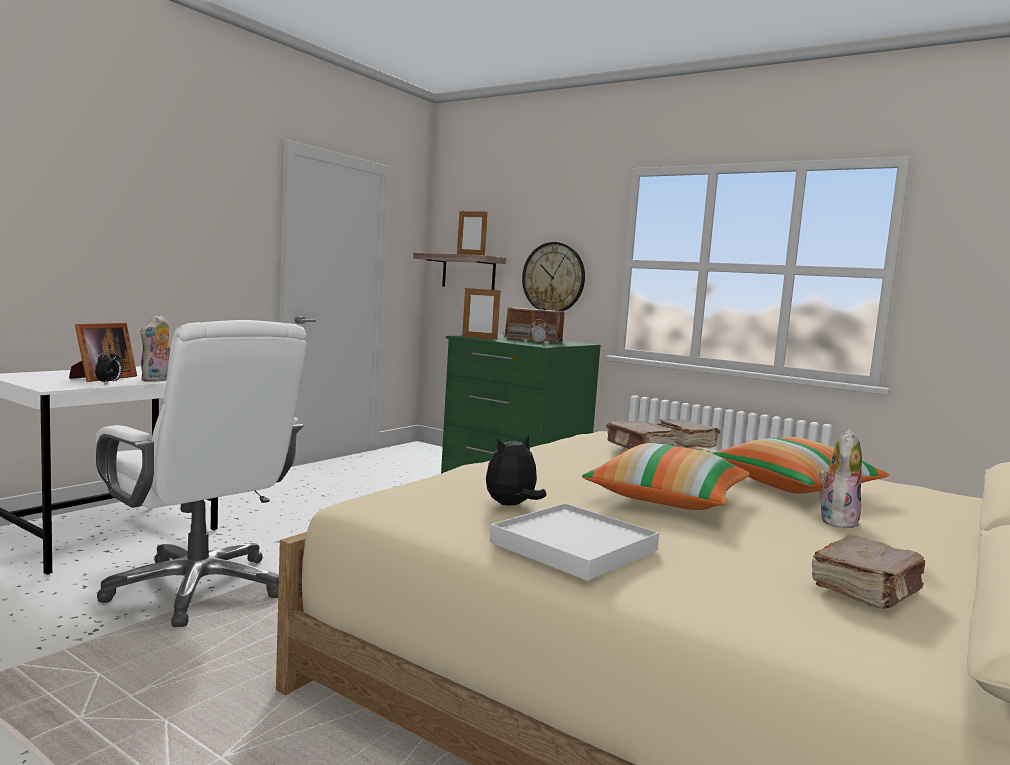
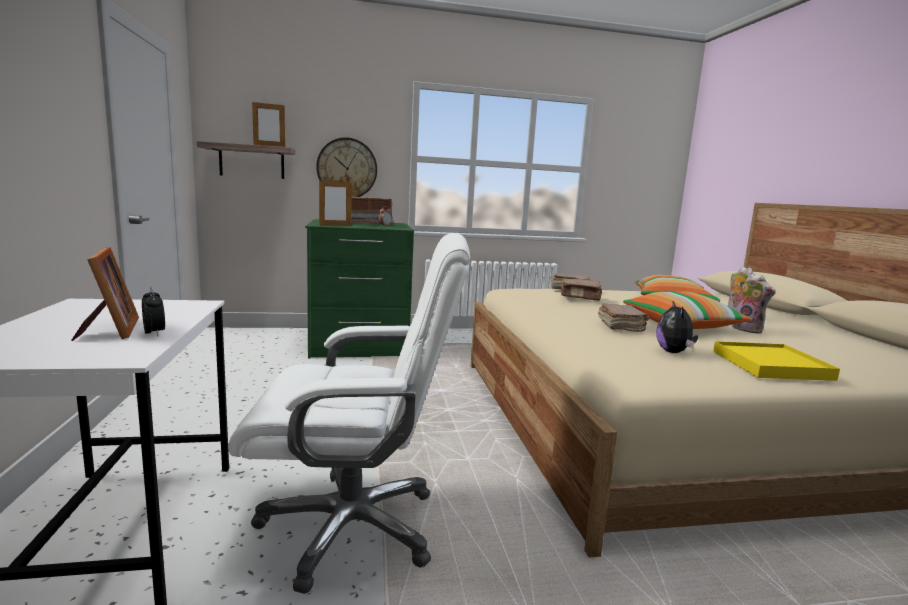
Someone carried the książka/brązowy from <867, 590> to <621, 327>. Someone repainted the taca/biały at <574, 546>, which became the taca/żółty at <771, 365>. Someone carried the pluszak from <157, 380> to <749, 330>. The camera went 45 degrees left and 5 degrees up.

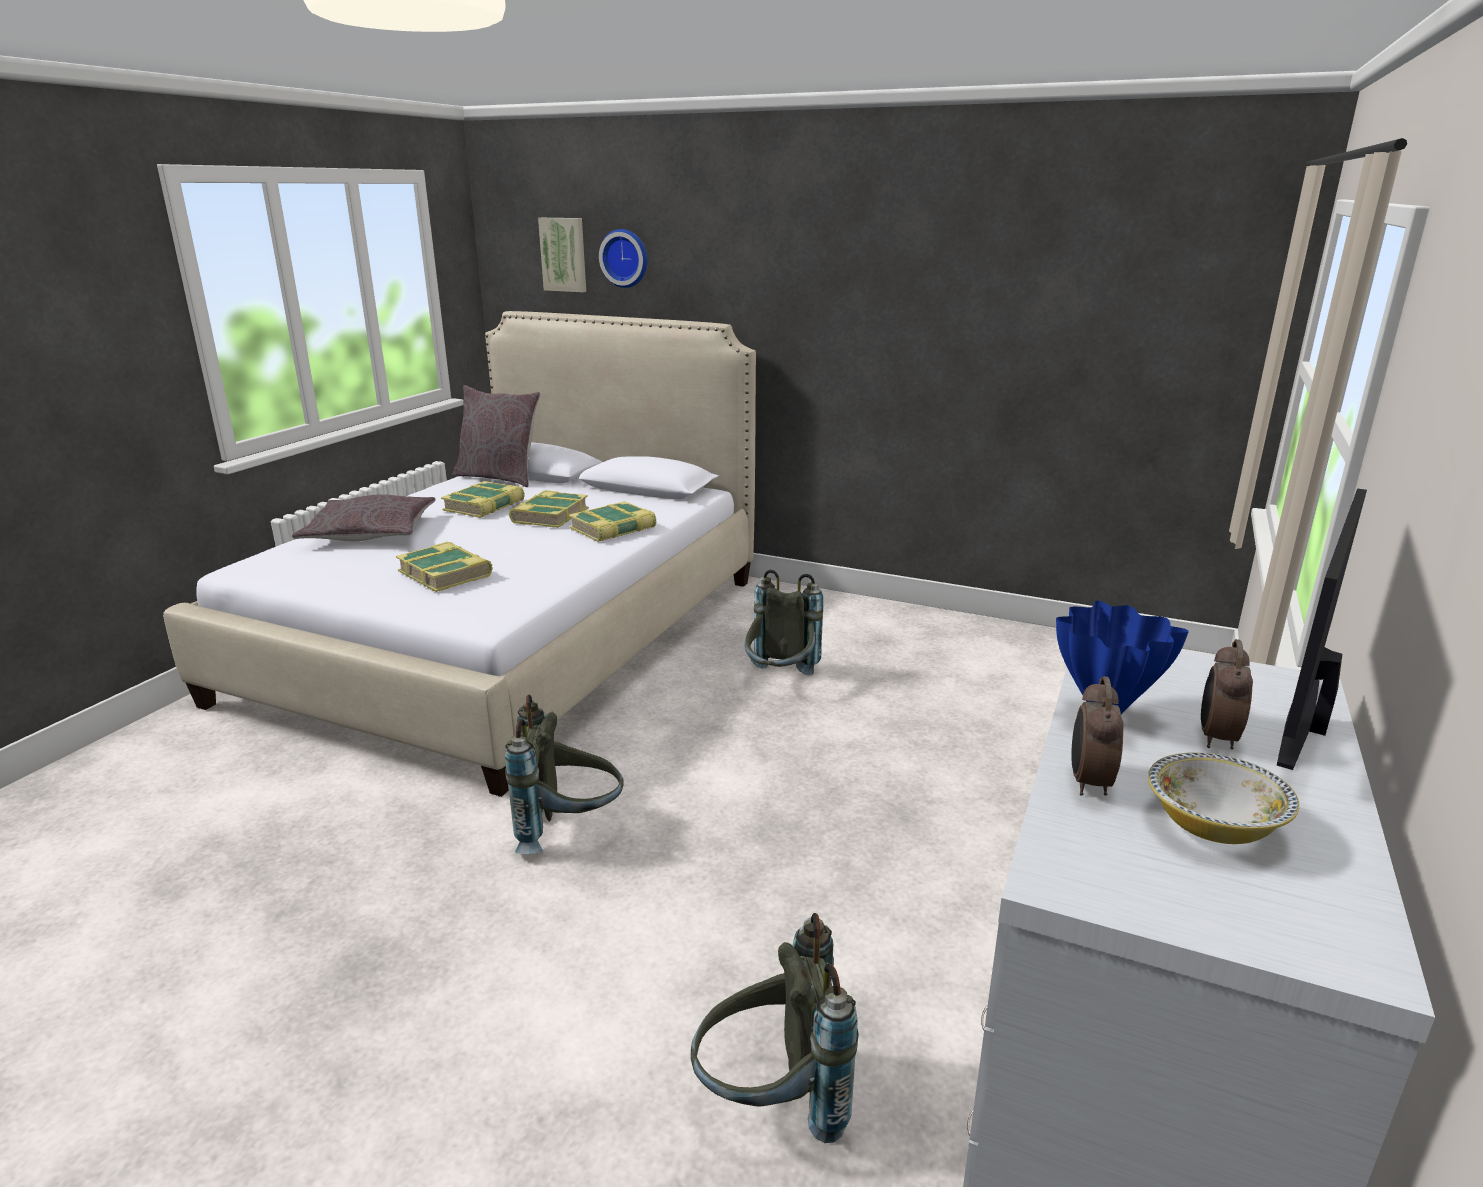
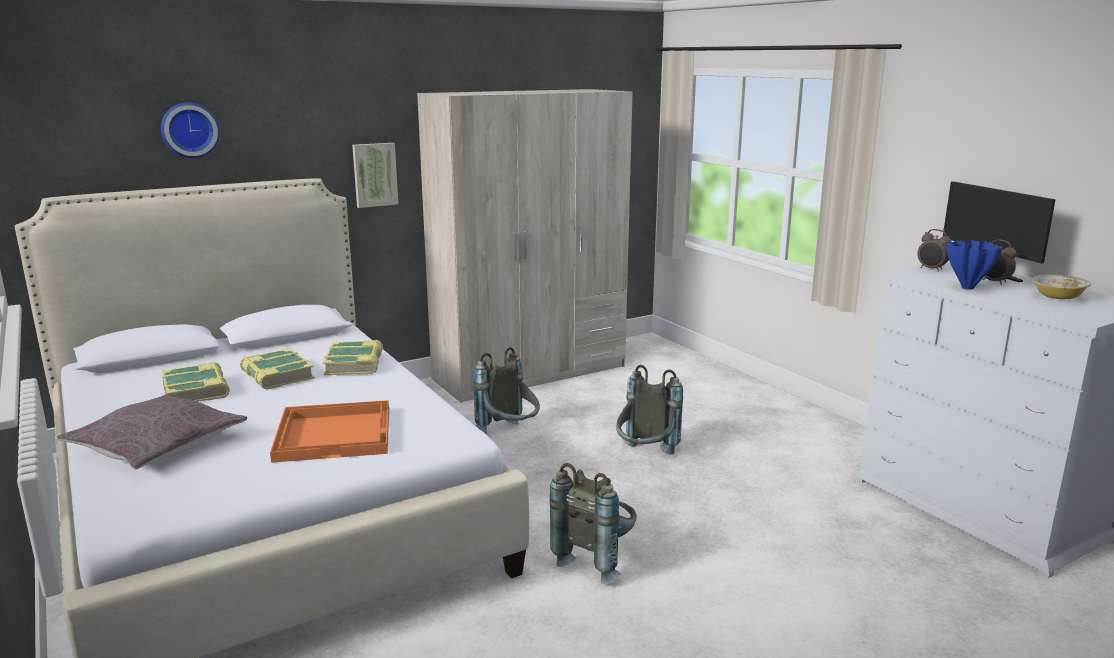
Someone swapped the książka at <446, 574> for the taca/pomarańczowy at <335, 433>. Someone carried the obraz from <564, 254> to <374, 174>. Someone put down the szafa/beżowy at <531, 372>. Someone carried the plecak/szary from <772, 1102> to <645, 457>. Someone carried the budzik from <1088, 783> to <931, 269>. Someone took away the poduszka/szary at <499, 478>. The camera went 55 degrees left and 5 degrees down.

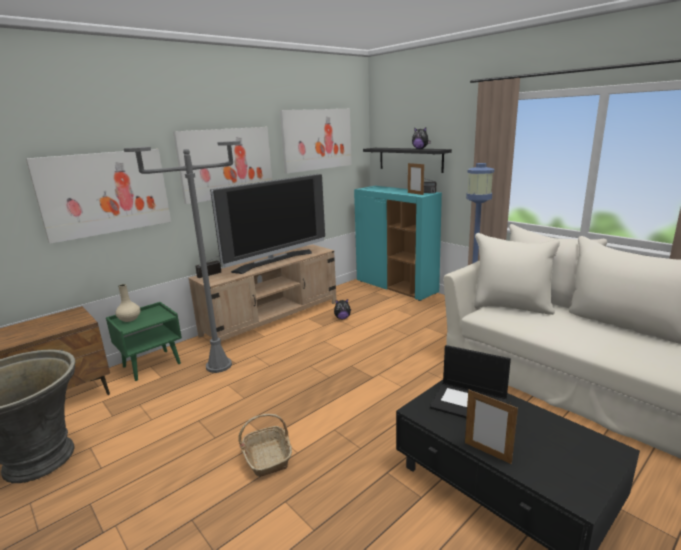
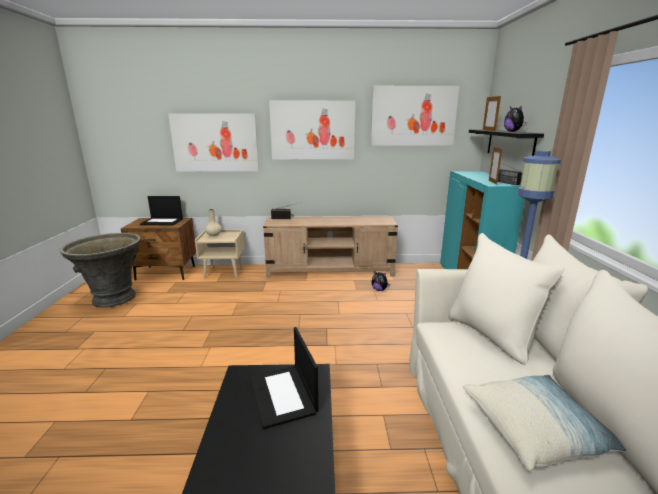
Someone put down the laptop at <162, 221>. Someone repainted the szafka nocna/zielony at <152, 365>, which became the szafka nocna/beżowy at <224, 272>. Someone put down the poduszka at <534, 430>. Someone carried the ramka na zdjęcie from <487, 453> to <489, 130>. Someone took away the lampa stojąca/szary at <218, 366>. Someone took away the telewizor at <274, 261>. Someone took away the koszyk at <267, 457>. The camera went 40 degrees right and 0 degrees up.

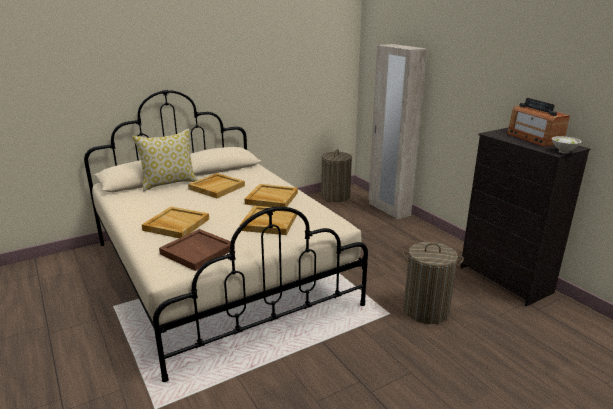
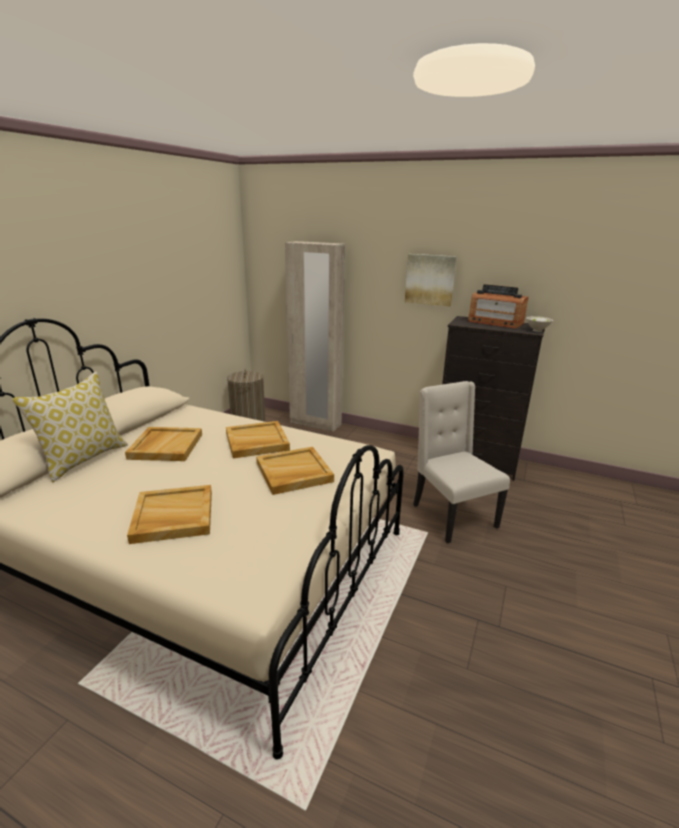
Someone put up the obraz at <430, 279>. Someone swapped the kosz na pranie at <426, 310> for the krzesło/beżowy at <451, 515>. Someone took away the taca/brązowy at <198, 251>. The camera went 35 degrees left and 0 degrees up.

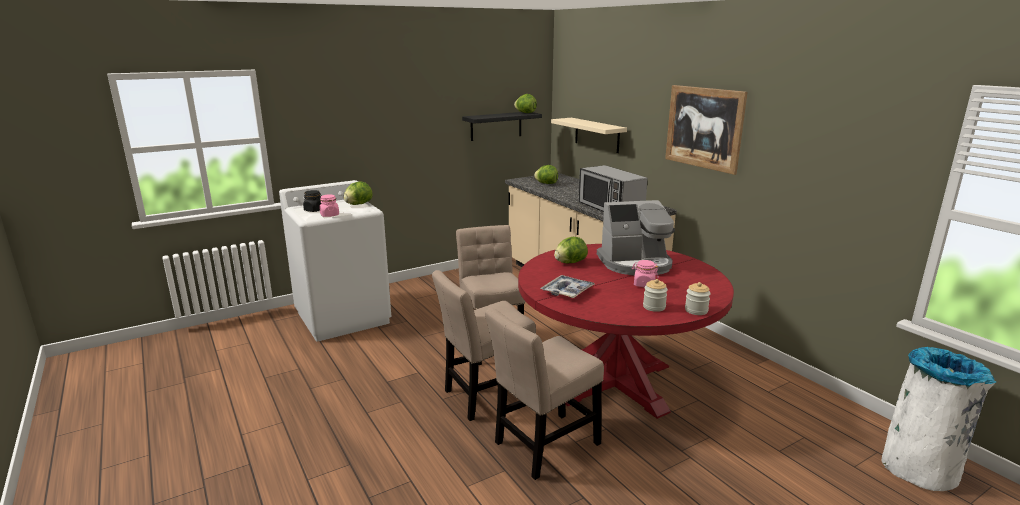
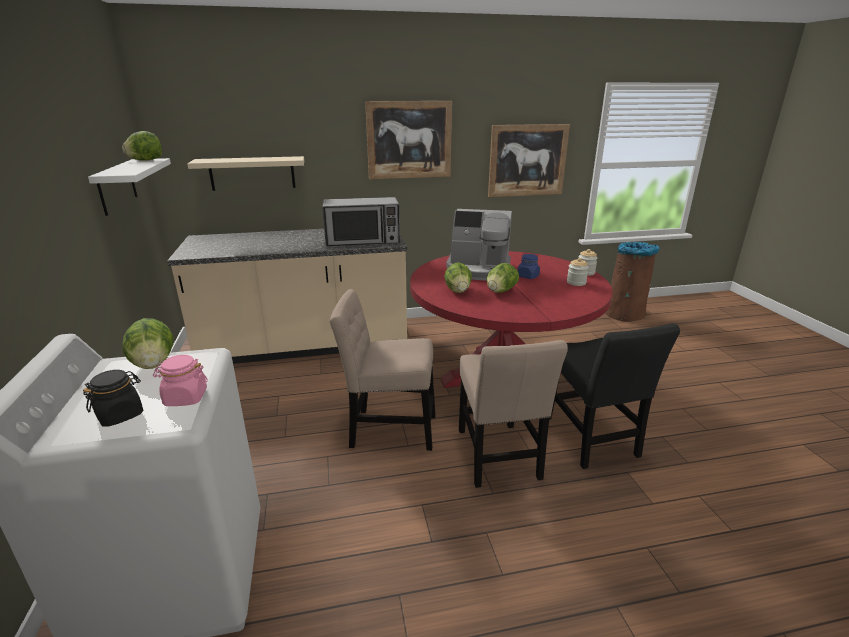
Someone repainted the półka/czarny at <496, 126>, which became the półka/biały at <117, 186>. Someone rotated the ekspres do kawy at <635, 264> by 90 degrees clockwise. Someone carried the sałata from <546, 183> to <500, 291>. Someone put up the obraz at <527, 160>. Someone repainted the słoik/różowy at <644, 284>, which became the słoik/niebieski at <528, 276>. Someone repainted the krzesło/beżowy at <543, 446>, which became the krzesło/czarny at <592, 440>. Someone repainted the kosz na śmieci/biały at <919, 470>, which became the kosz na śmieci/brązowy at <625, 314>. Someone took away the taca at <567, 291>. The camera went 70 degrees left and 5 degrees up.

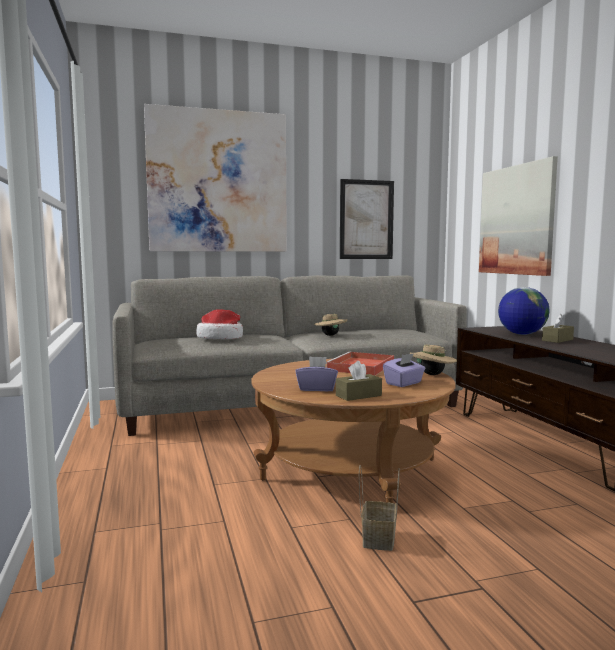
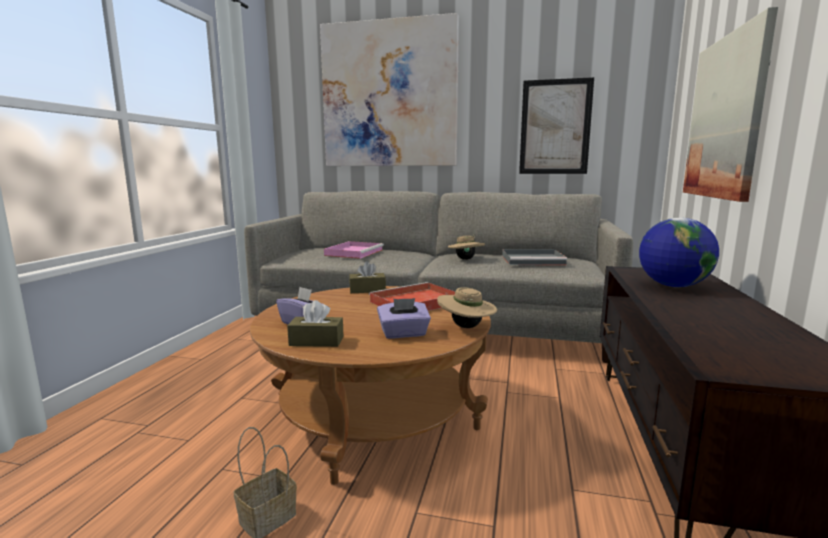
Someone swapped the kapelusz at <221, 338> for the taca/różowy at <354, 252>. Someone carried the pudełko chusteczek/brązowy from <557, 340> to <367, 290>. Someone put down the taca/szary at <534, 260>. The camera went 30 degrees right and 5 degrees up.

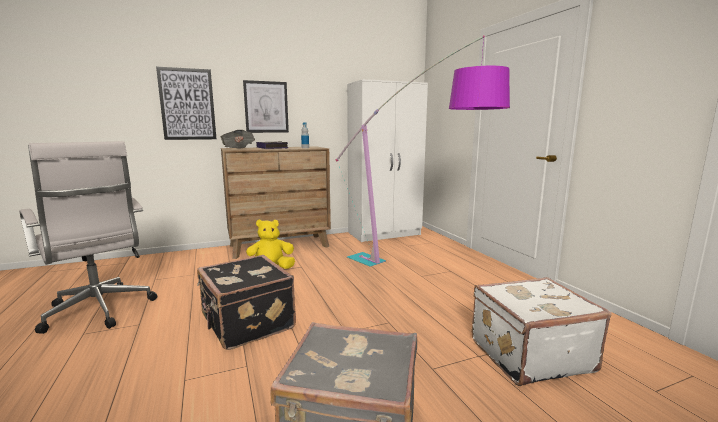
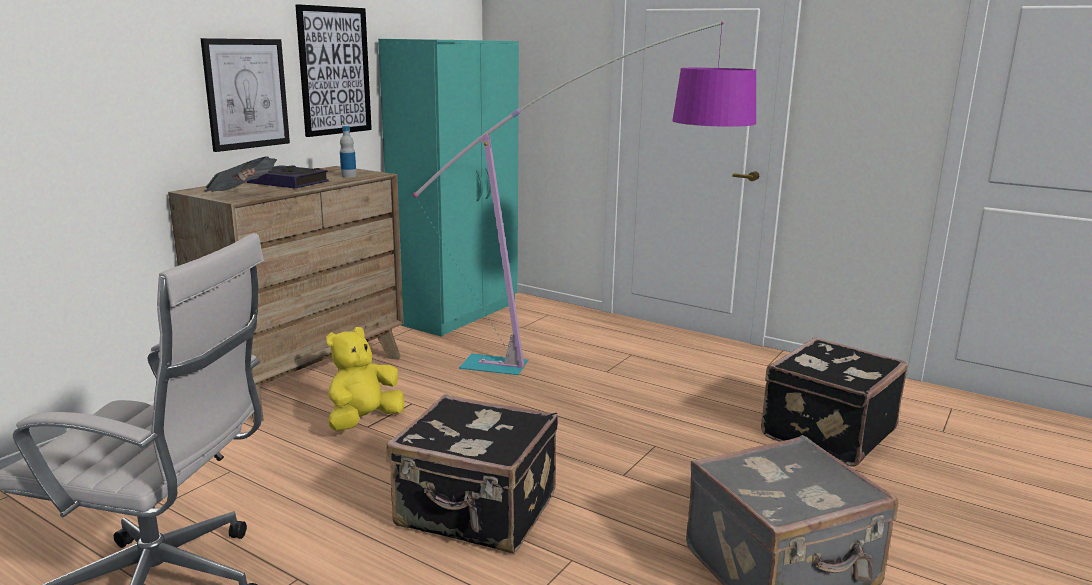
Someone carried the obraz from <187, 104> to <334, 71>. Someone repainted the szafa/biały at <385, 234>, which became the szafa/turkusowy at <458, 313>. Someone repainted the walizka/biały at <528, 354>, which became the walizka/czarny at <825, 433>. The camera went 35 degrees left and 5 degrees up.

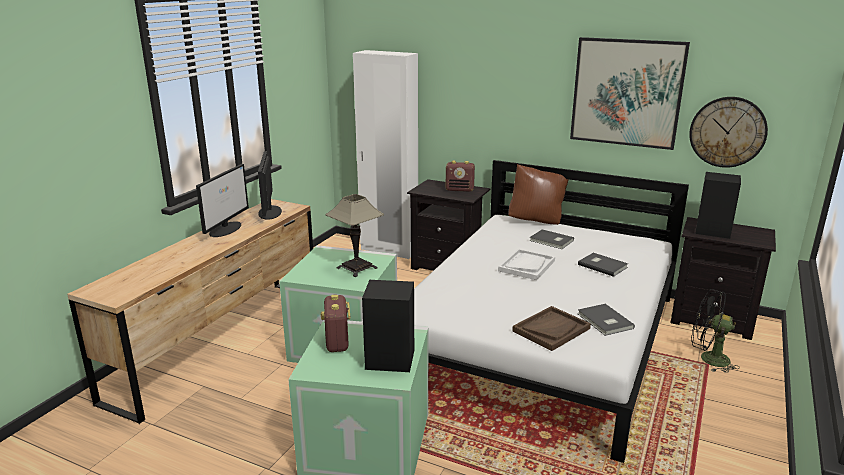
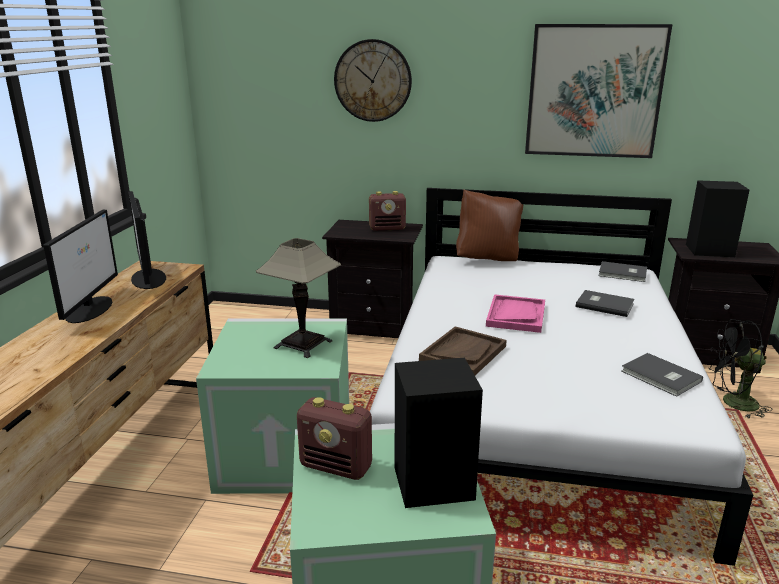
Someone rotated the radio at <337, 342> by 45 degrees counterclockwise. Someone carried the zegar ścienny from <727, 132> to <373, 81>. Someone carried the taca/brązowy from <551, 329> to <463, 353>. Someone repainted the taca/biały at <526, 266>, which became the taca/różowy at <516, 315>. Someone carried the książka/szary from <551, 241> to <623, 274>. Someone took away the szafa/biały at <389, 250>. The camera went 15 degrees left and 0 degrees up.

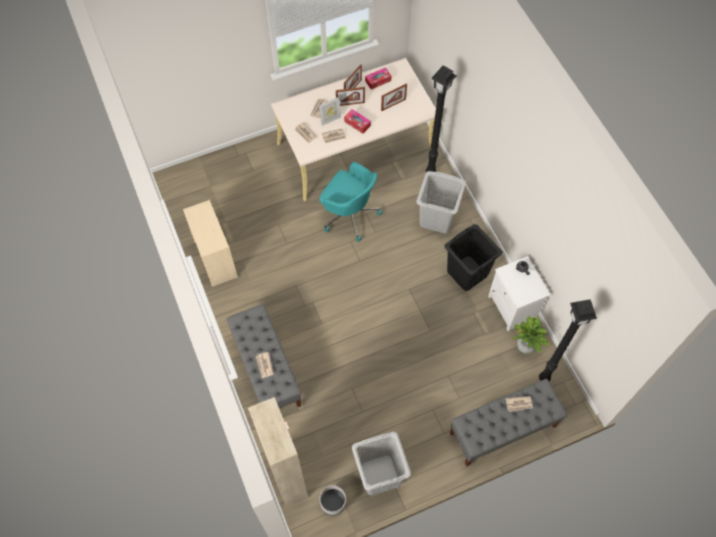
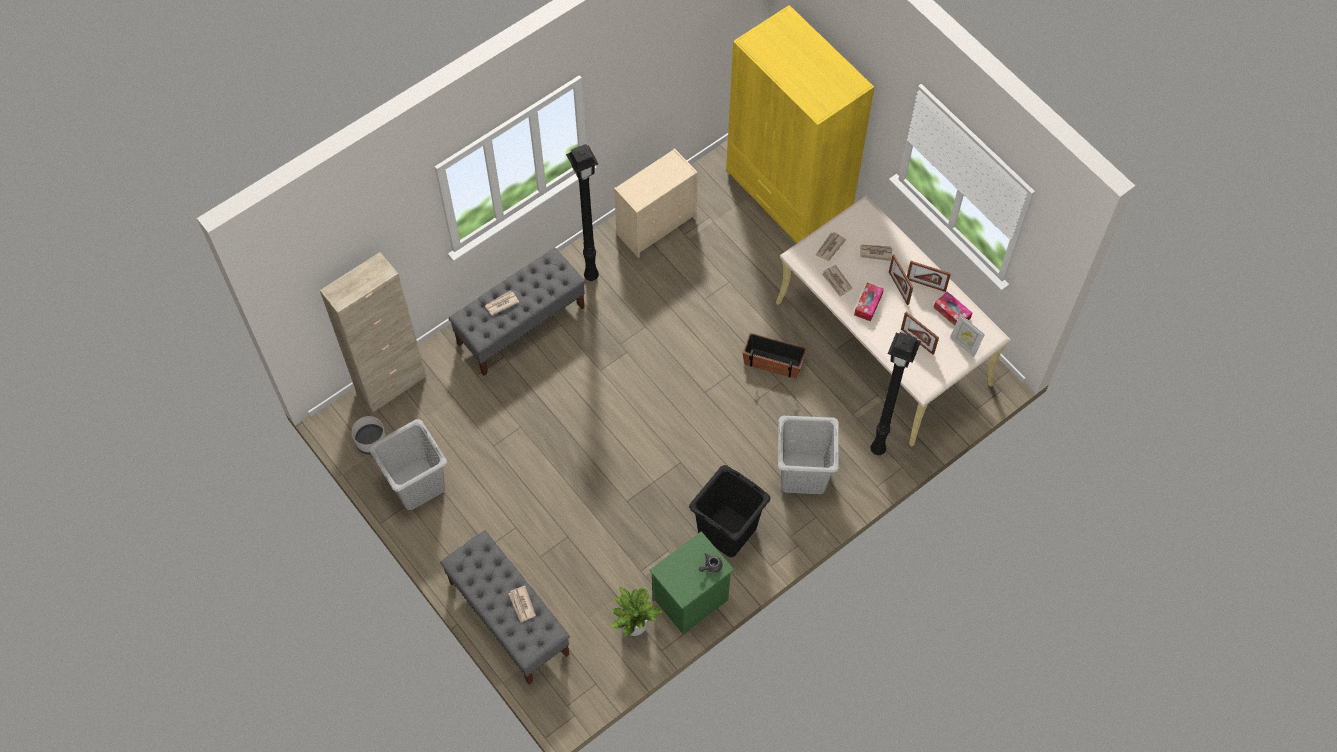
Someone carried the lampa stojąca/czarny from <543, 377> to <591, 275>. Someone repainted the szafka nocna/biały at <513, 308>, which became the szafka nocna/zielony at <690, 601>. Someone put down the szafa/żółty at <788, 196>. Someone swapped the krzesło biurowe/turkusowy at <349, 214> for the donica at <773, 362>. Someone carried the ramka na zdjęcie from <330, 119> to <964, 345>. The camera went 75 degrees right and 0 degrees up.

